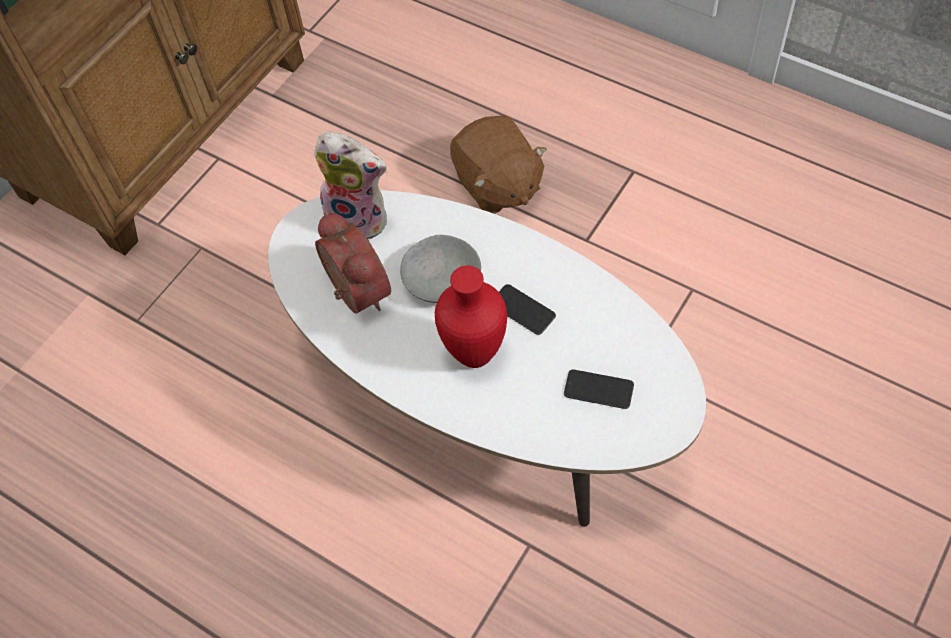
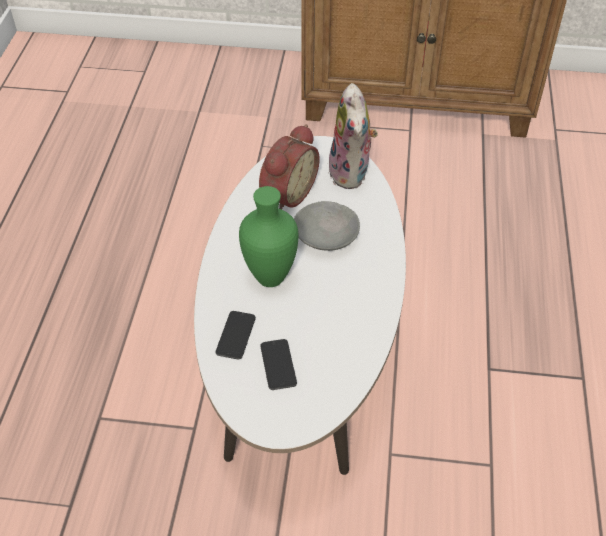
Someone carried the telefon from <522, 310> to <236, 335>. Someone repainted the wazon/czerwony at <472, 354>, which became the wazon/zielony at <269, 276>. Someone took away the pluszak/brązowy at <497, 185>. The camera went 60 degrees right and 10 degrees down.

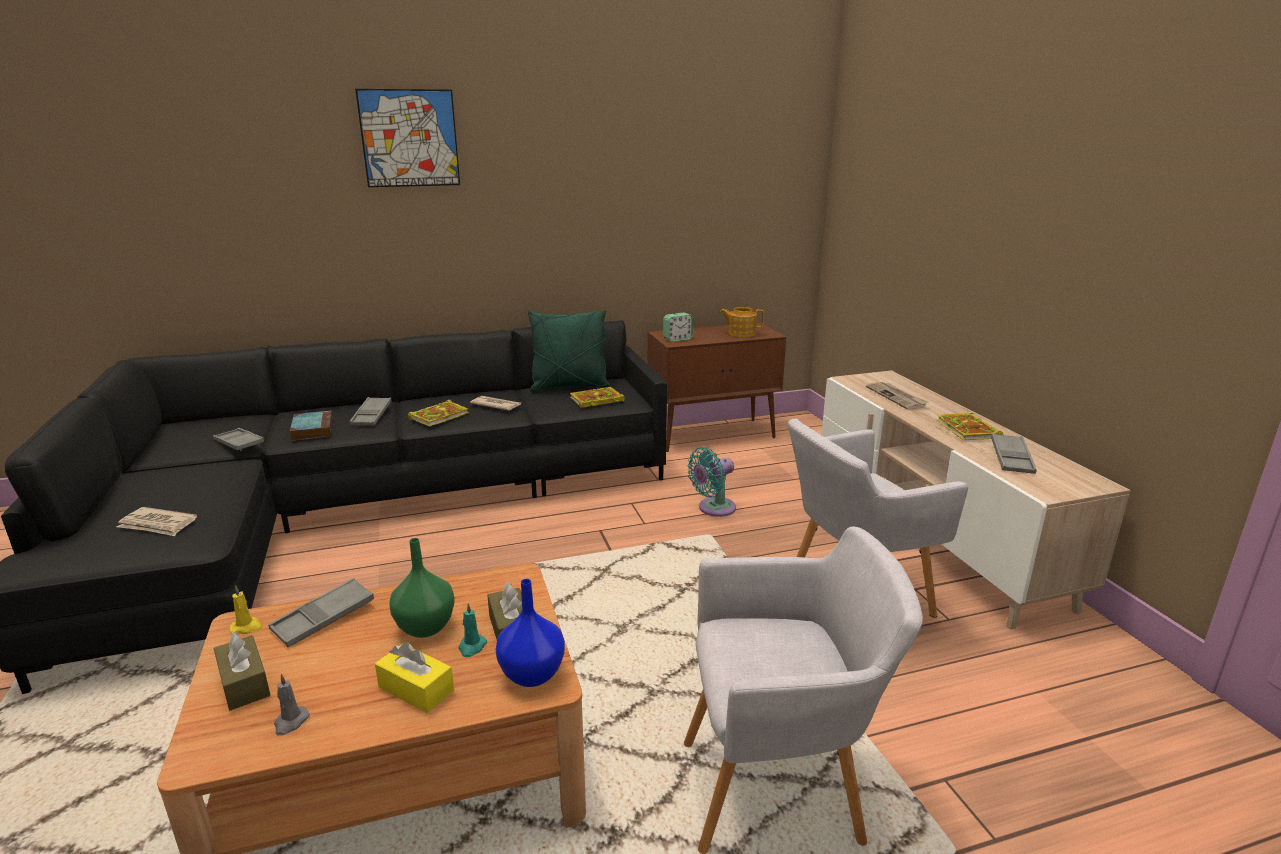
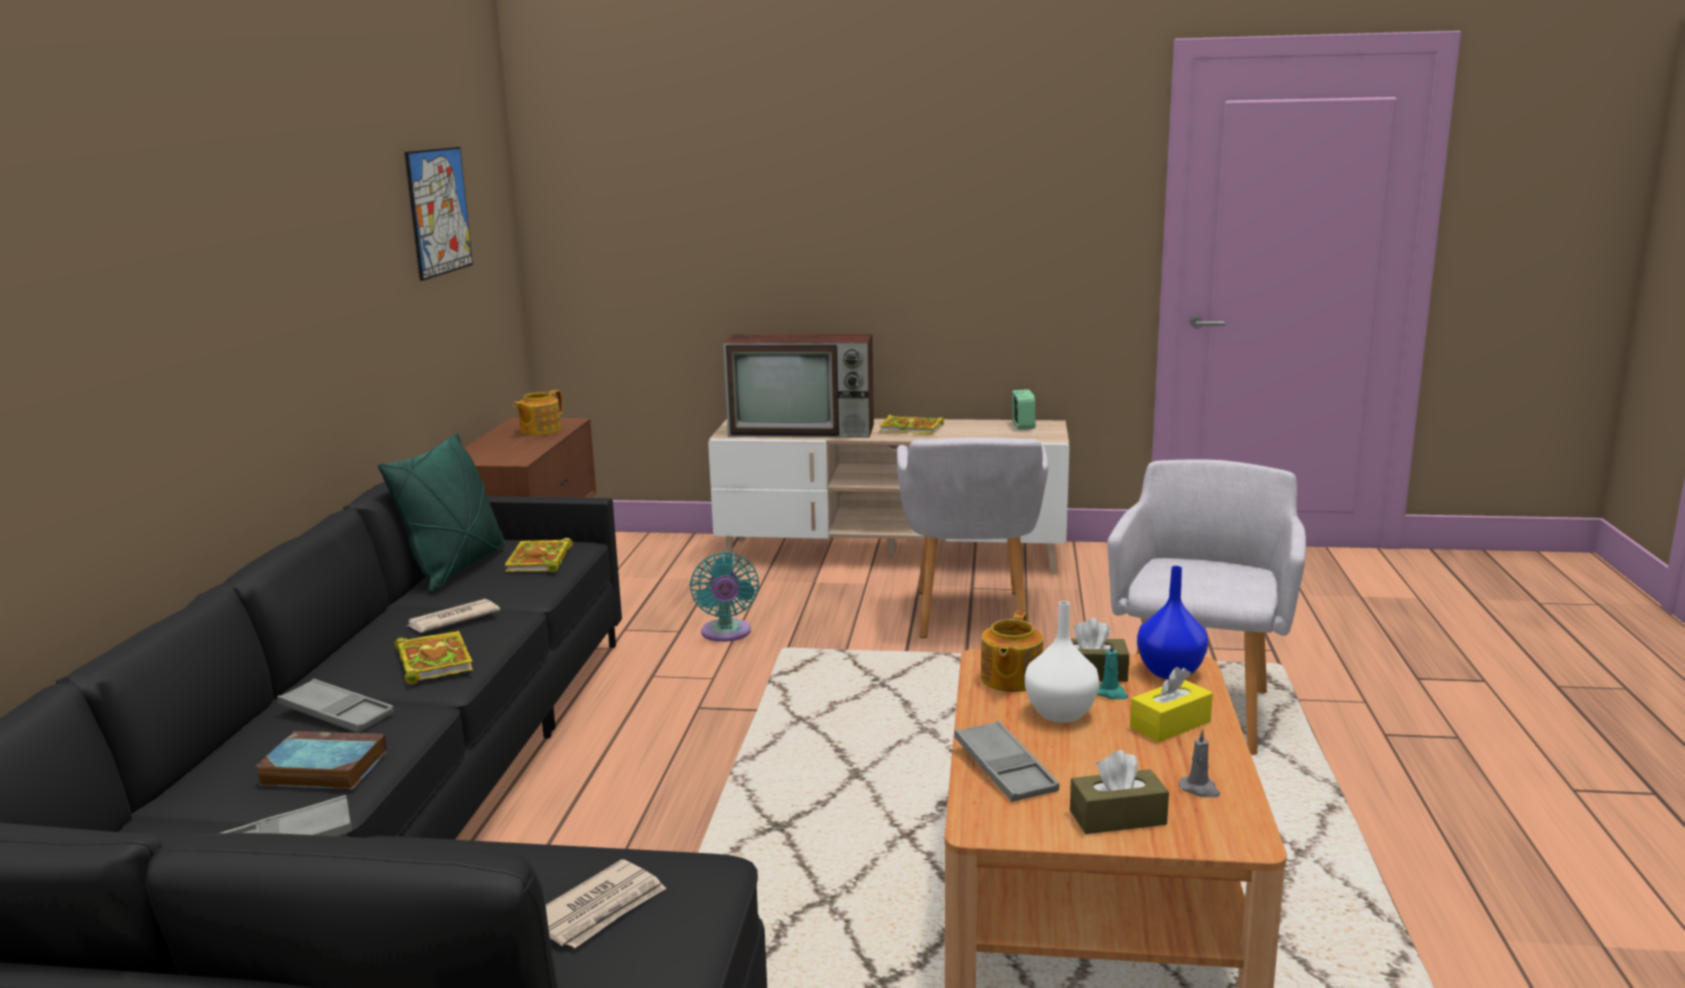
Someone carried the obraz from <409, 138> to <439, 211>. Someone swapped the gazeta at <896, 397> for the telewizor at <804, 430>. Someone put down the imbryk at <1010, 679>. Someone carried the budzik from <677, 339> to <1023, 426>. Someone repainted the wazon/zielony at <426, 627>, which became the wazon/biały at <1061, 713>. Someone took away the świeca/żółty at <247, 627>. Someone took away the taca/szary at <1011, 458>. The camera went 65 degrees left and 5 degrees down.

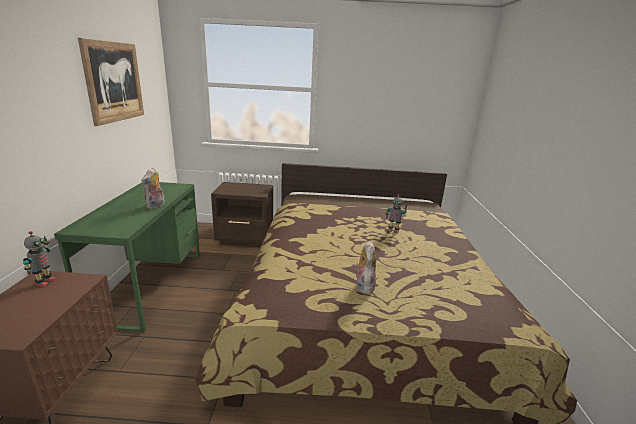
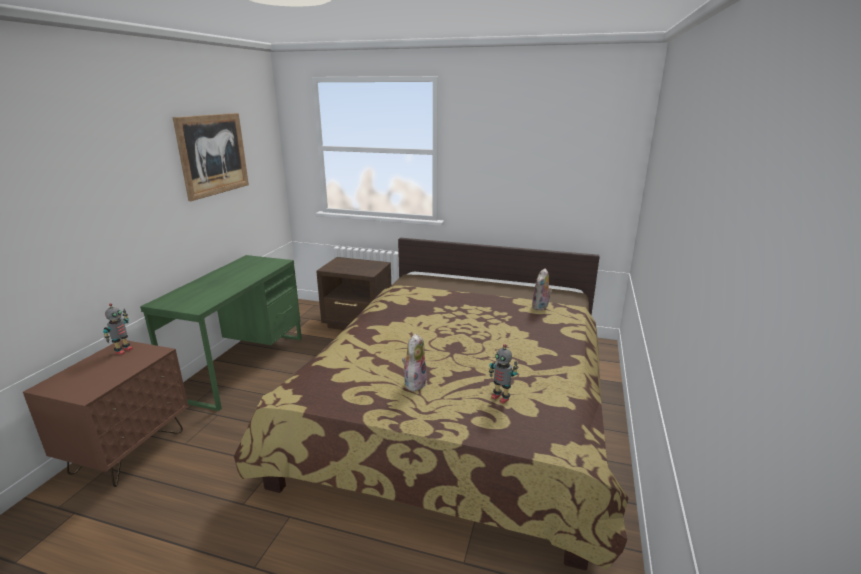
Someone carried the robot zabawkowy from <393, 230> to <500, 398>. Someone carried the pluszak from <156, 206> to <541, 307>. The camera went 15 degrees right and 0 degrees up.

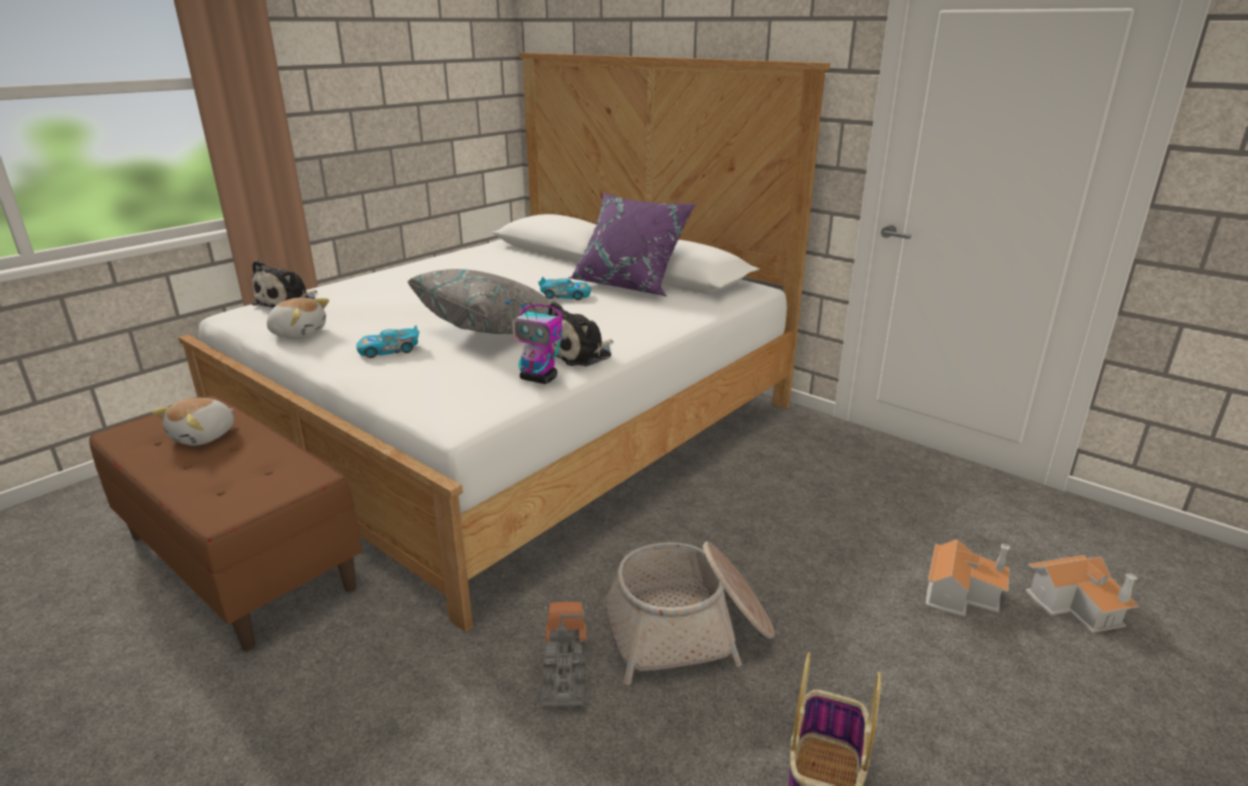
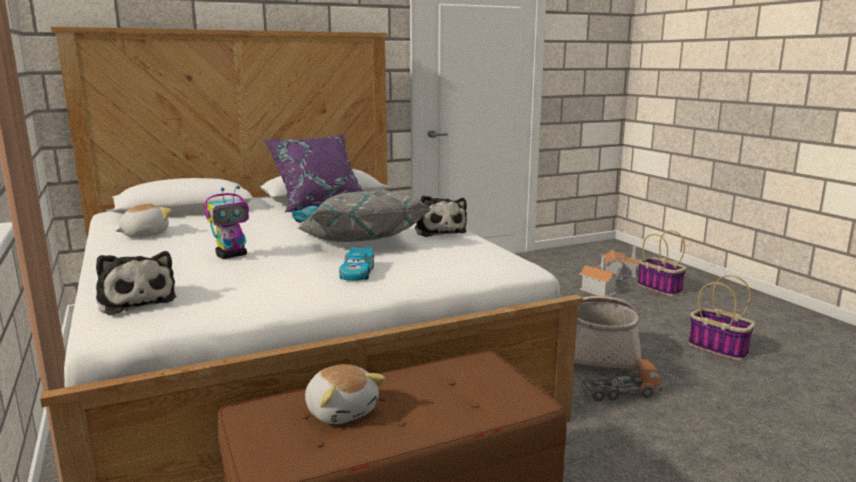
Someone carried the pluszak from <299, 333> to <144, 234>. Someone carried the robot zabawkowy from <539, 379> to <232, 255>. Someone rotated the ciężarówka zabawkowa at <565, 668> by 150 degrees clockwise. Someone put down the koszyk at <660, 288>. The camera went 65 degrees left and 10 degrees down.

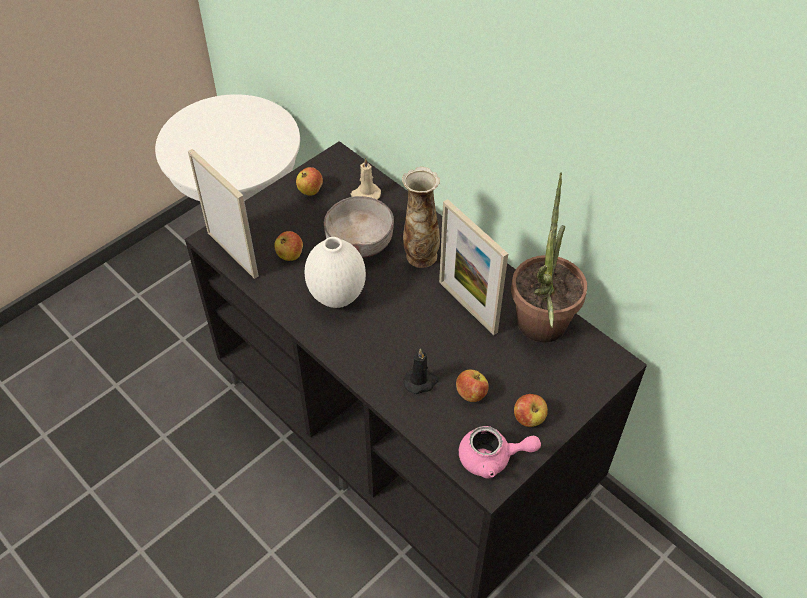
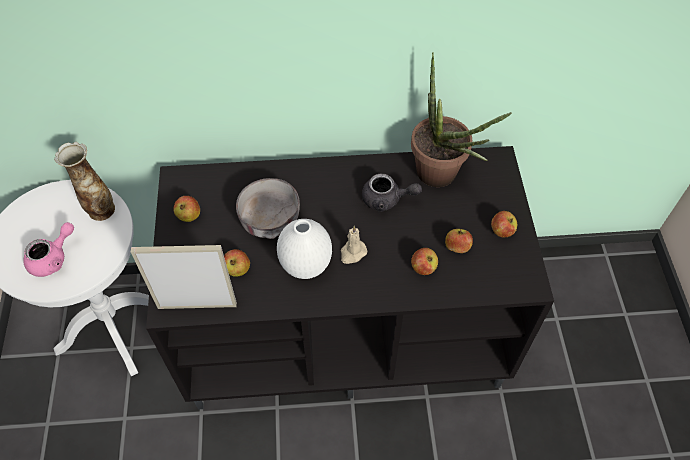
Someone carried the imbryk/różowy from <492, 458> to <53, 258>. Someone carried the wazon from <420, 255> to <100, 210>. Someone carried the świeca/beżowy from <365, 194> to <352, 253>. Someone swapped the ramka na zdjęcie at <467, 307> for the imbryk/szary at <387, 199>. Someone swapped the świeca/czarny at <421, 381> for the jabłko at <423, 268>. The camera went 50 degrees left and 5 degrees up.

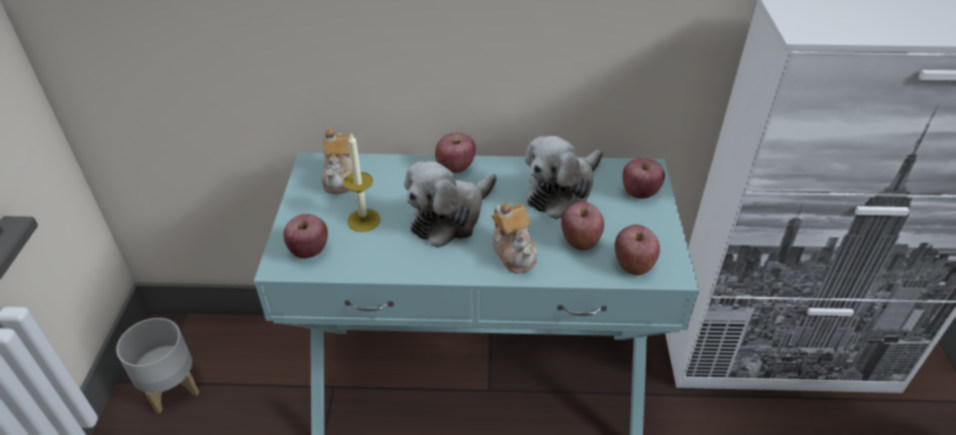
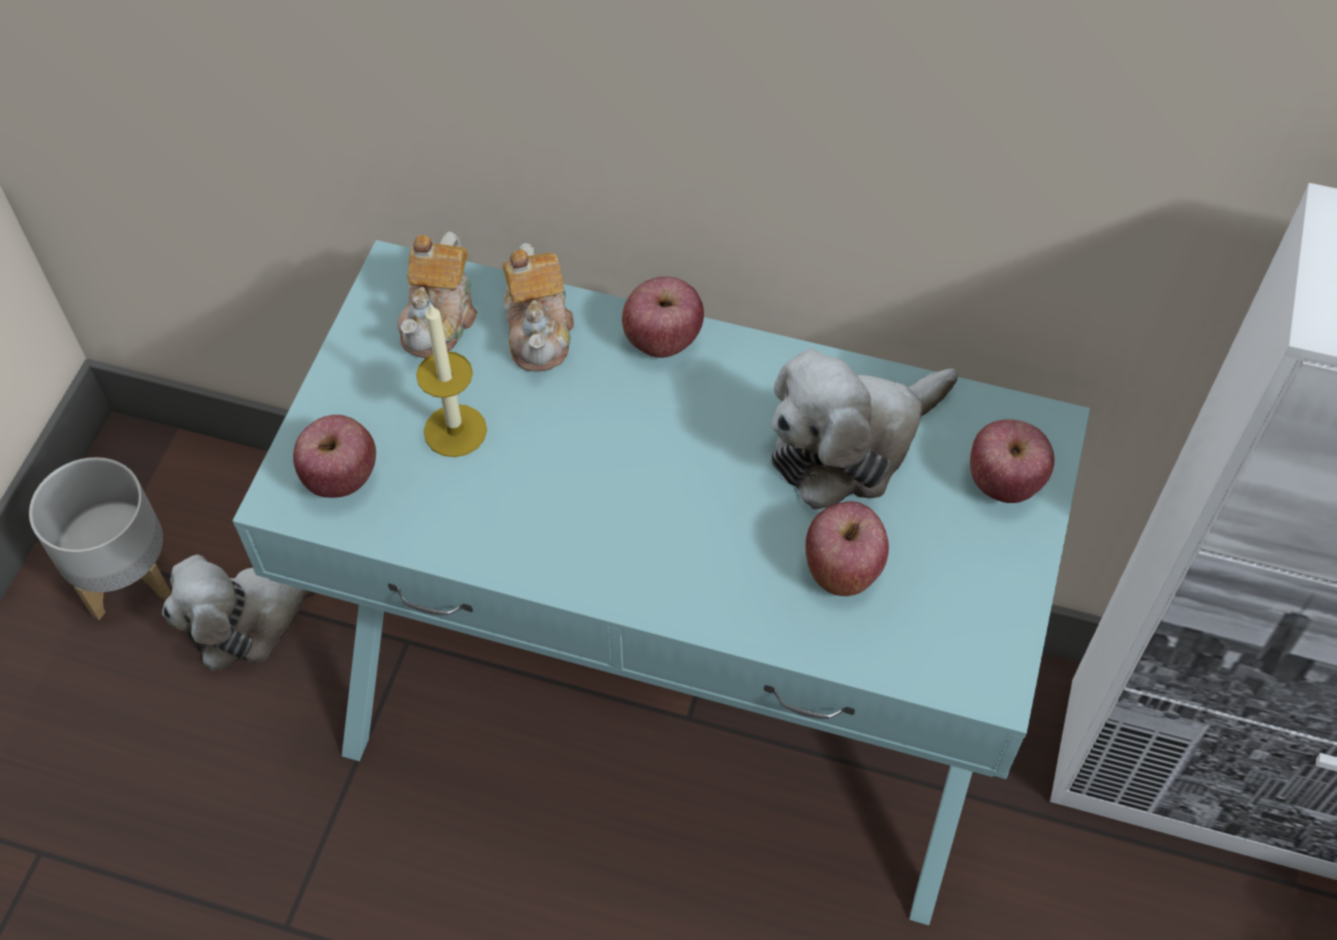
Someone carried the pluszak from <450, 217> to <251, 618>. Someone carried the imbryk from <514, 252> to <539, 330>. Someone took away the jabłko at <633, 265>. The camera went 15 degrees right and 15 degrees up.

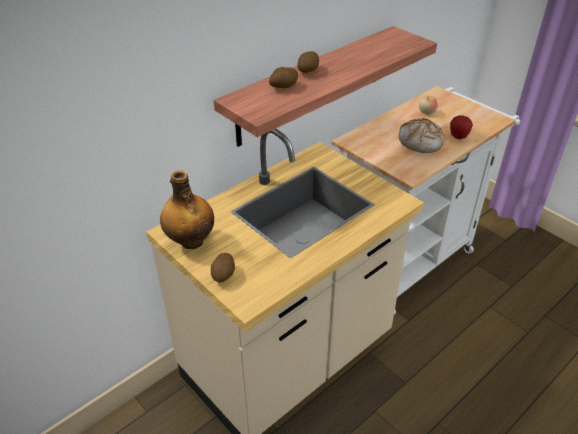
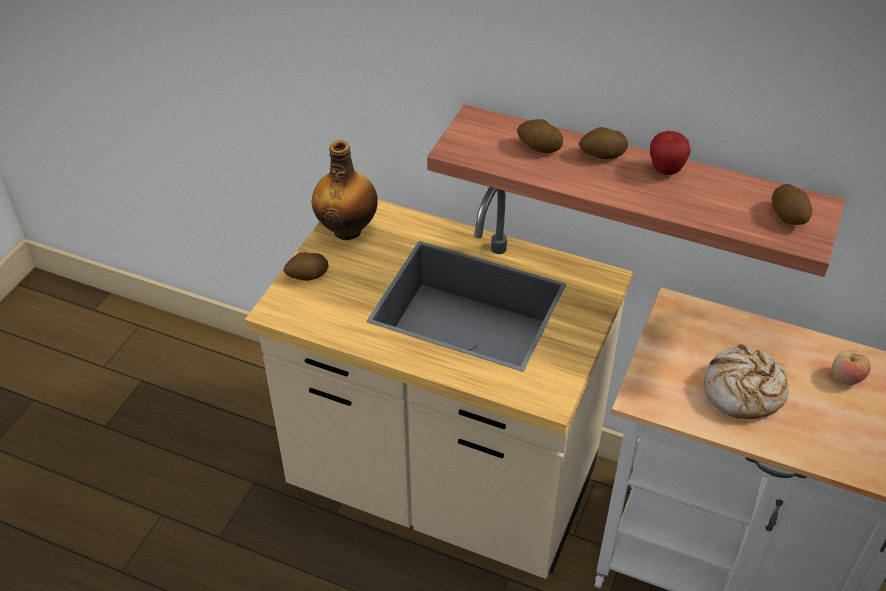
Someone carried the jabłko from <458, 137> to <666, 170>. Someone put down the ziemniak at <788, 216>. The camera went 65 degrees right and 5 degrees up.

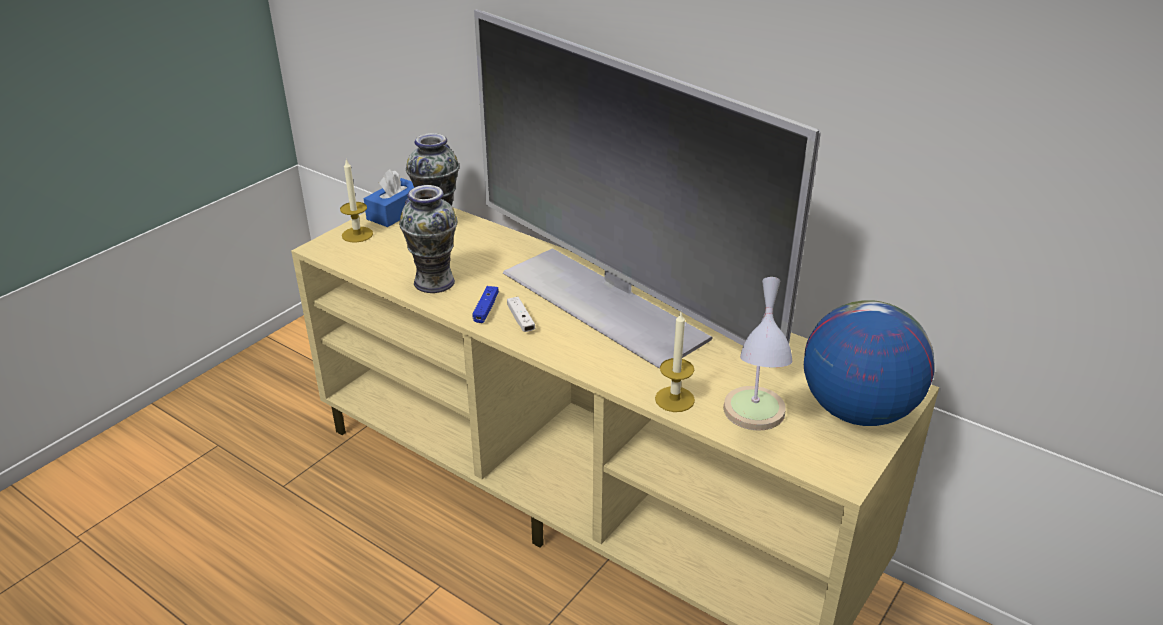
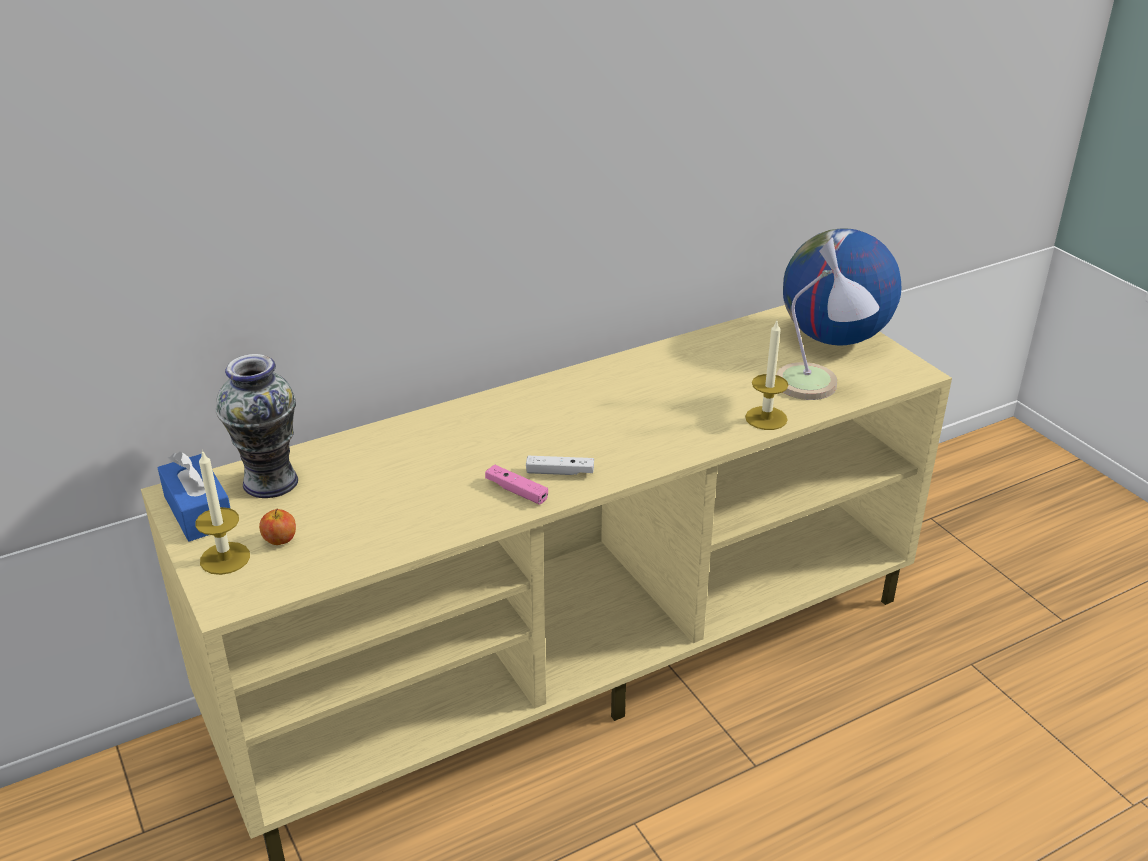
Someone put down the jabłko at <280, 540>. Someone repainted the pad do gier/niebieski at <486, 309>, which became the pad do gier/różowy at <516, 491>. Someone took away the wazon at <433, 282>. Someone took away the telewizor at <605, 303>. The camera went 65 degrees left and 0 degrees up.

